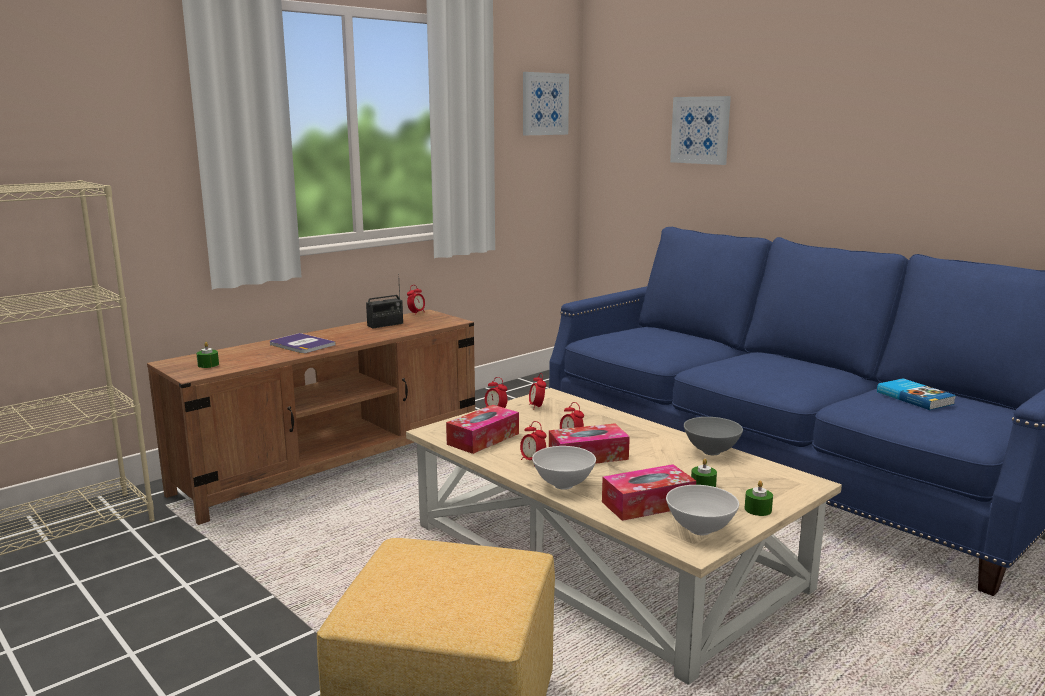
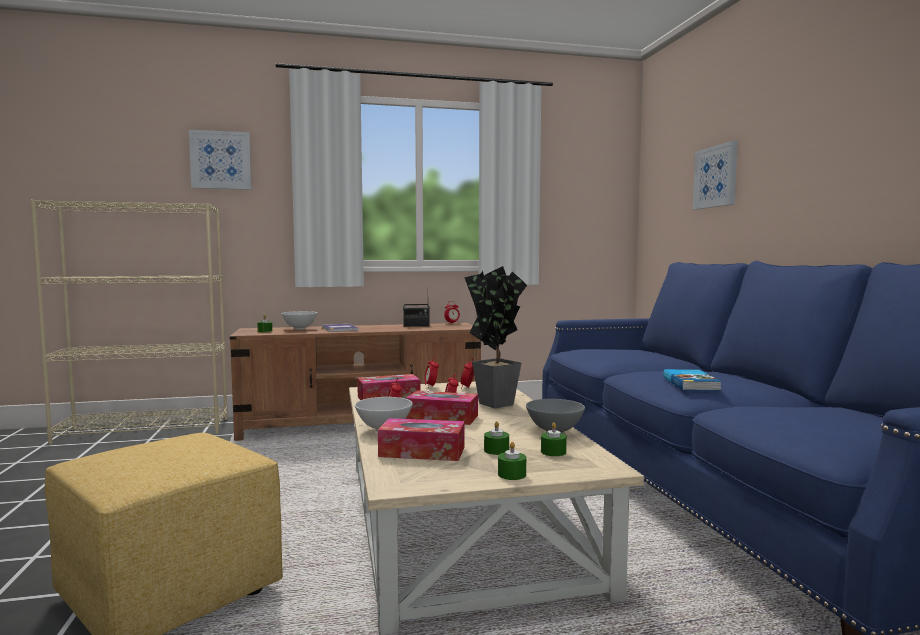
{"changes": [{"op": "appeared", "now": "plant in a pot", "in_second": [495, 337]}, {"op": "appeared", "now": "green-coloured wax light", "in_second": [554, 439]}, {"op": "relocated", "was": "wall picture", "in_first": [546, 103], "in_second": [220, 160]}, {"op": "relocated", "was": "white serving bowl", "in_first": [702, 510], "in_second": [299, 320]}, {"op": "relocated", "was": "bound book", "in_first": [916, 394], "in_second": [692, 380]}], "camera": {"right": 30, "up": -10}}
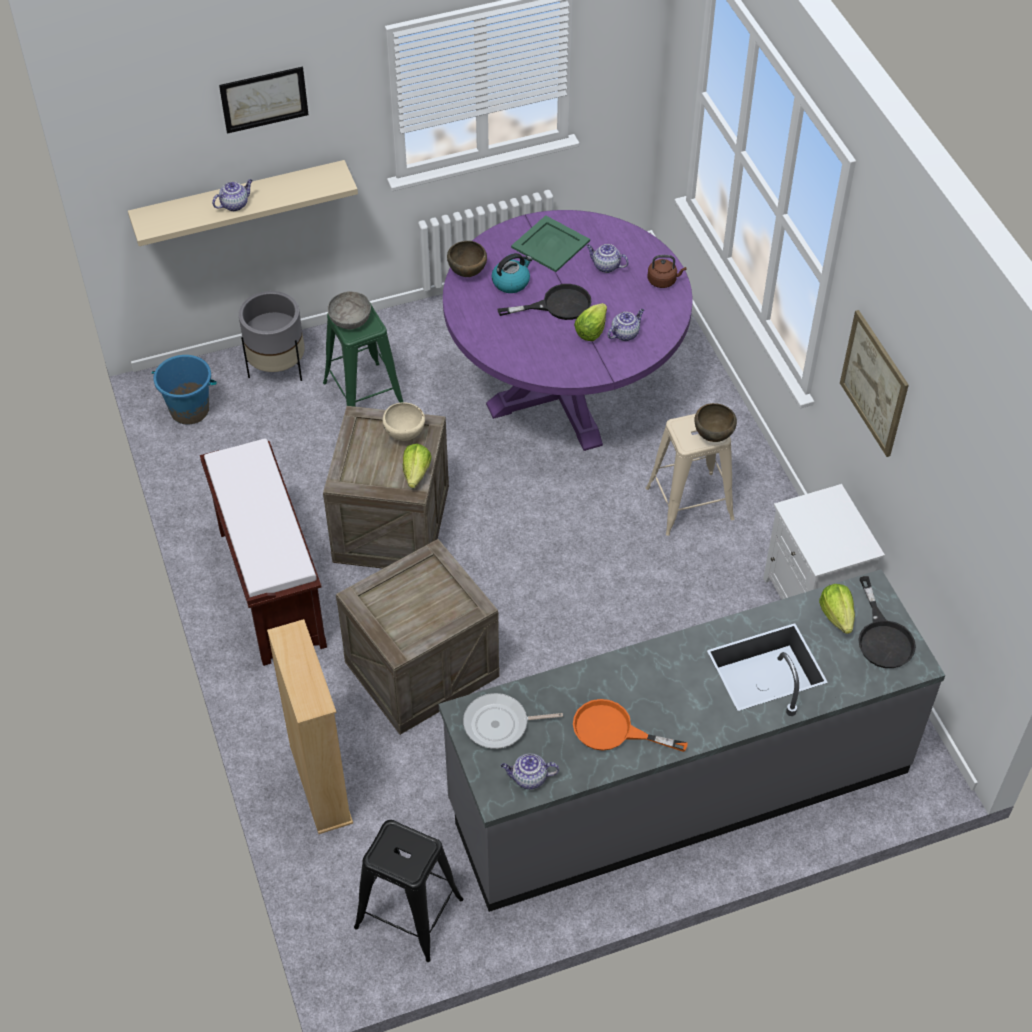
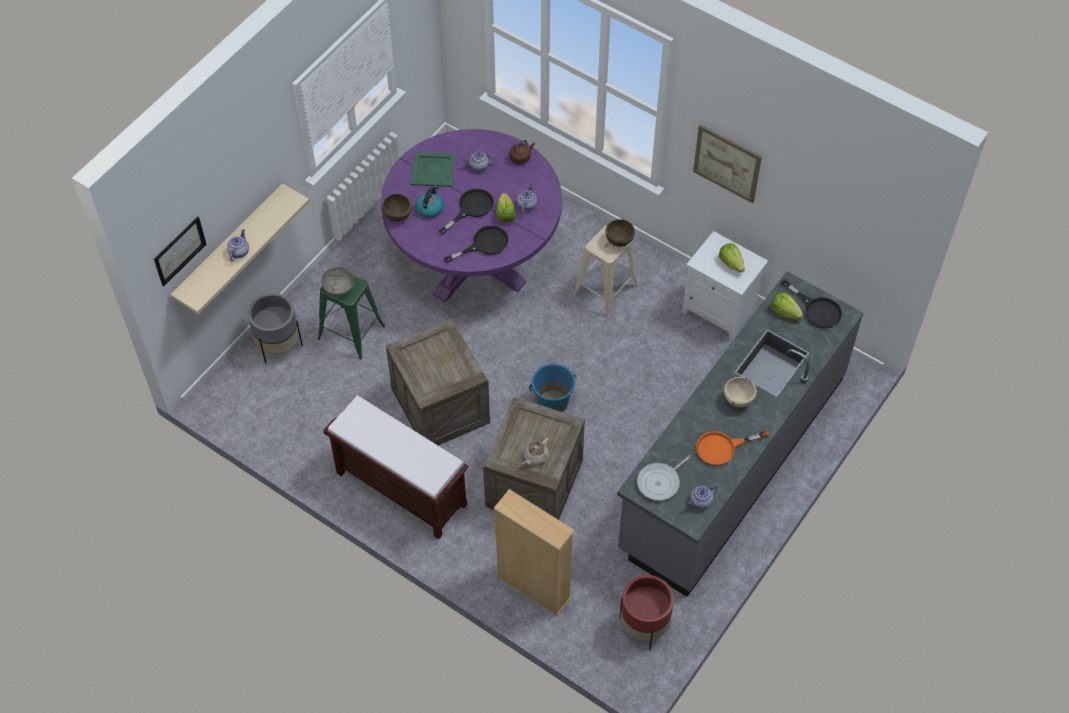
{"changes": [{"op": "appeared", "now": "black-coloured skillet", "in_second": [476, 244]}, {"op": "appeared", "now": "beige-coloured teapot", "in_second": [536, 452]}, {"op": "relocated", "was": "blue bucket", "in_first": [184, 390], "in_second": [553, 388]}, {"op": "relocated", "was": "wall picture", "in_first": [264, 100], "in_second": [180, 251]}, {"op": "relocated", "was": "beige-coloured serving bowl", "in_first": [404, 421], "in_second": [740, 392]}, {"op": "relocated", "was": "lettuce head", "in_first": [417, 466], "in_second": [732, 258]}, {"op": "exchanged", "was": "black-coloured sitting stool", "now": "reddish flower pot", "in_first": [408, 891], "in_second": [646, 613]}], "camera": {"right": -35, "up": 5}}
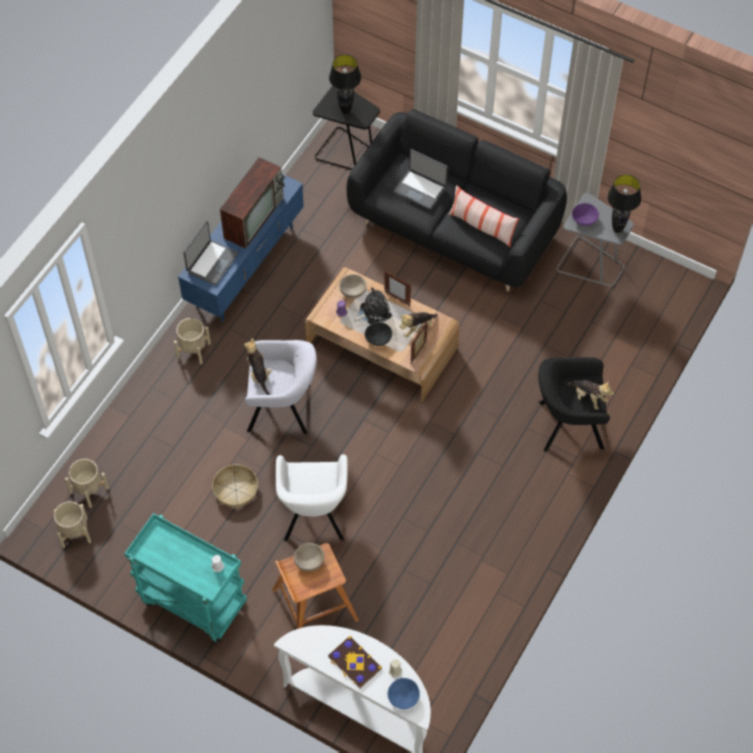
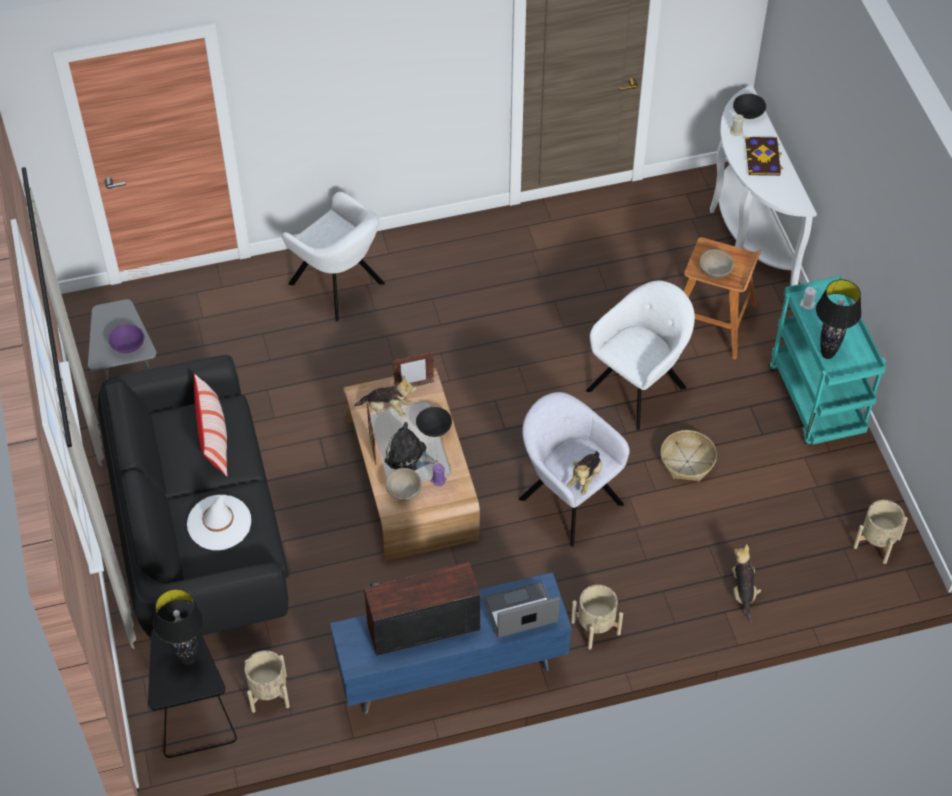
{"changes": [{"op": "relocated", "was": "beige-coloured flower pot", "in_first": [87, 483], "in_second": [267, 681]}, {"op": "relocated", "was": "plush toy", "in_first": [590, 395], "in_second": [746, 583]}, {"op": "relocated", "was": "black-coloured table lamp", "in_first": [624, 203], "in_second": [839, 319]}, {"op": "exchanged", "was": "laptop", "now": "white wearable hat", "in_first": [421, 179], "in_second": [219, 522]}, {"op": "colour", "was": "blue serving bowl", "now": "black-coloured serving bowl", "in_first": [404, 693], "in_second": [749, 106]}, {"op": "colour", "was": "black-coloured armchair", "now": "white armchair", "in_first": [574, 404], "in_second": [333, 256]}], "camera": {"right": -135, "up": -5}}
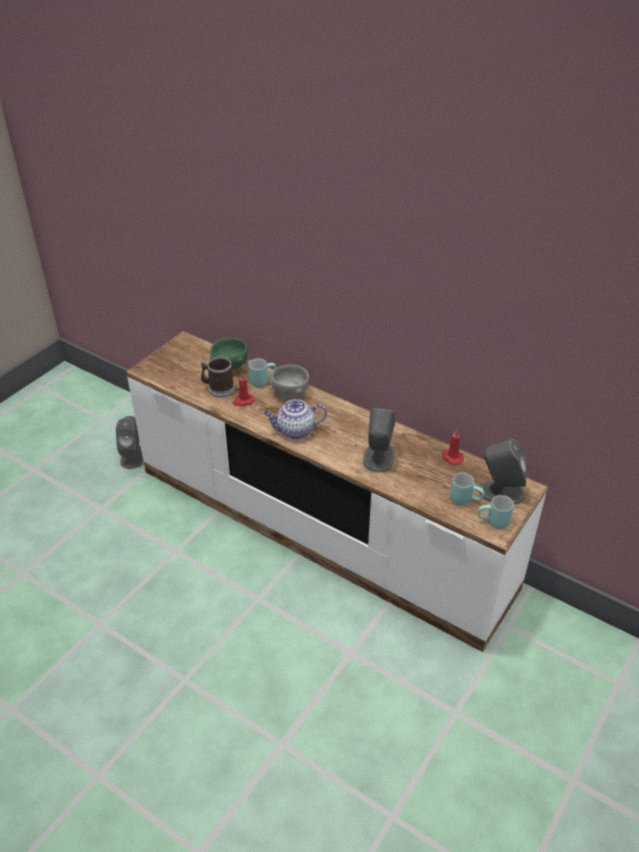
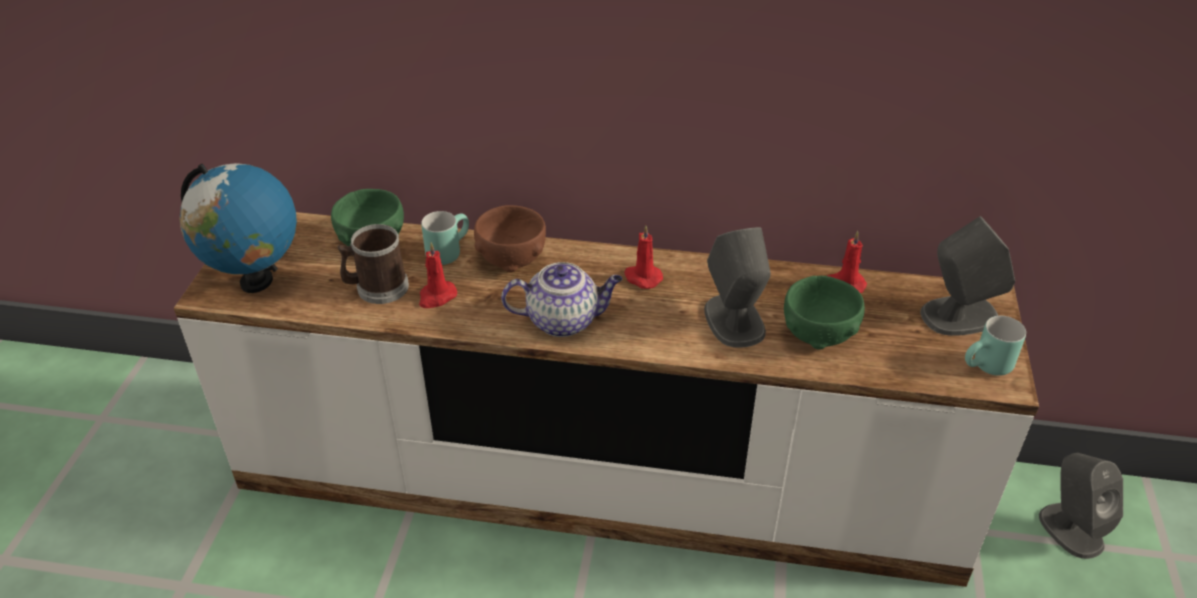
{"changes": [{"op": "missing", "was": "blue-green coffee mug", "in_first": [467, 488]}, {"op": "appeared", "now": "globe", "in_second": [238, 228]}, {"op": "appeared", "now": "reddish wax light", "in_second": [643, 257]}, {"op": "appeared", "now": "green-coloured serving bowl", "in_second": [824, 313]}, {"op": "relocated", "was": "grey speaker", "in_first": [129, 442], "in_second": [1081, 506]}, {"op": "colour", "was": "grey serving bowl", "now": "brown-coloured serving bowl", "in_first": [289, 382], "in_second": [510, 238]}, {"op": "spun", "was": "teapot", "in_first": [295, 419], "in_second": [561, 299], "clockwise": -150}], "camera": {"right": -25, "up": 0}}
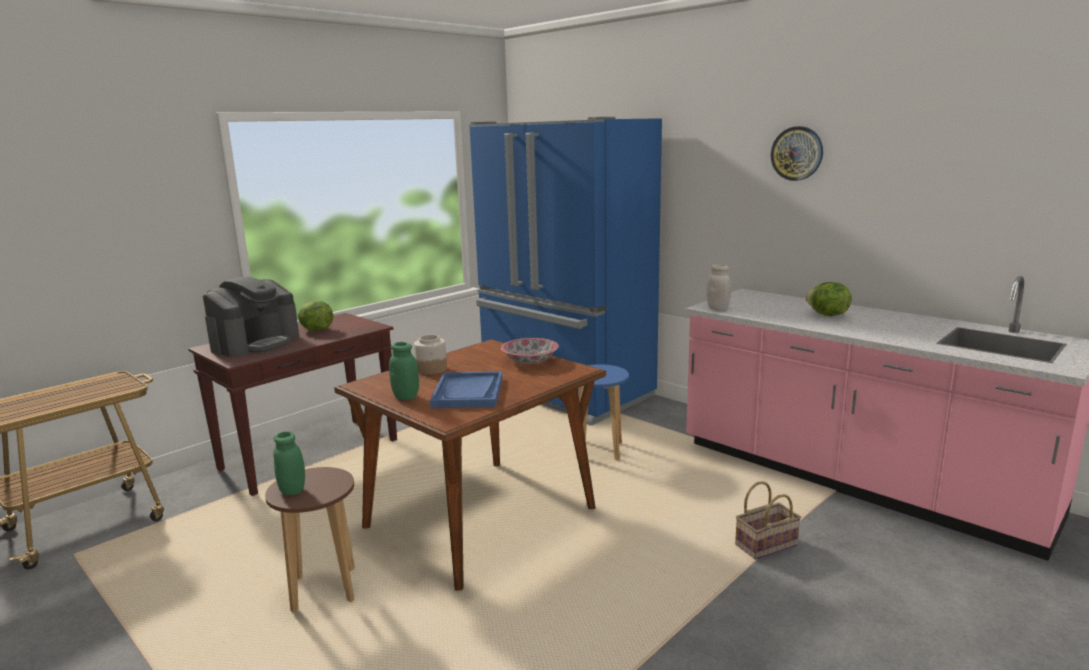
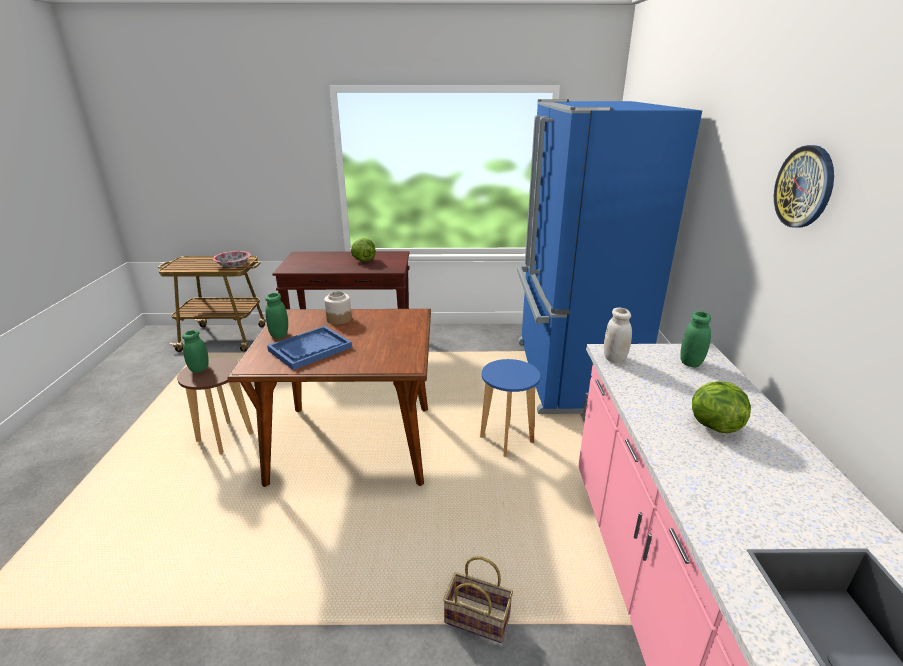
{"changes": [{"op": "missing", "was": "coffee machine", "in_first": [251, 317]}, {"op": "appeared", "now": "green-coloured storage jar", "in_second": [695, 339]}, {"op": "relocated", "was": "serving bowl", "in_first": [530, 351], "in_second": [232, 259]}], "camera": {"right": 45, "up": 10}}
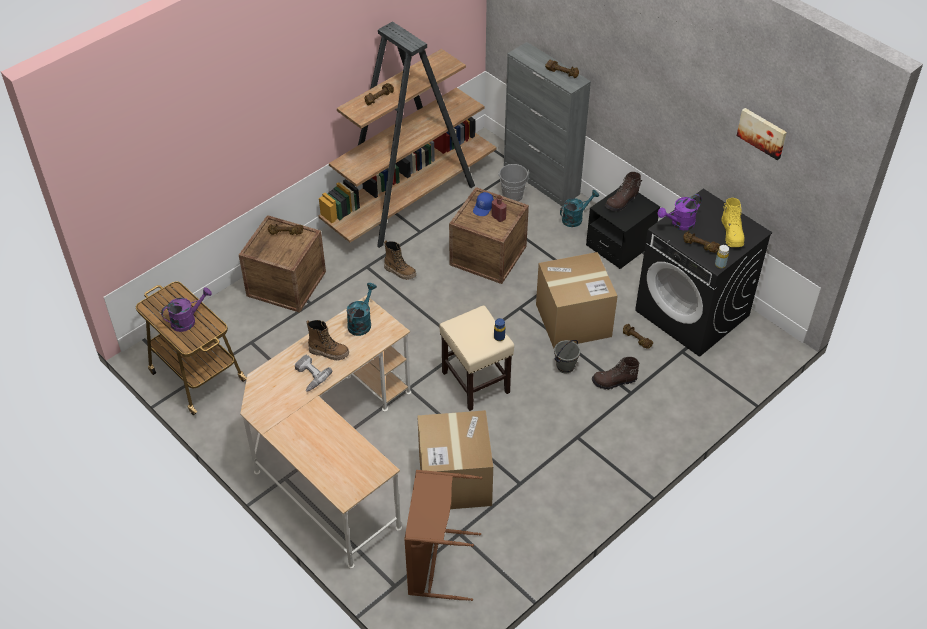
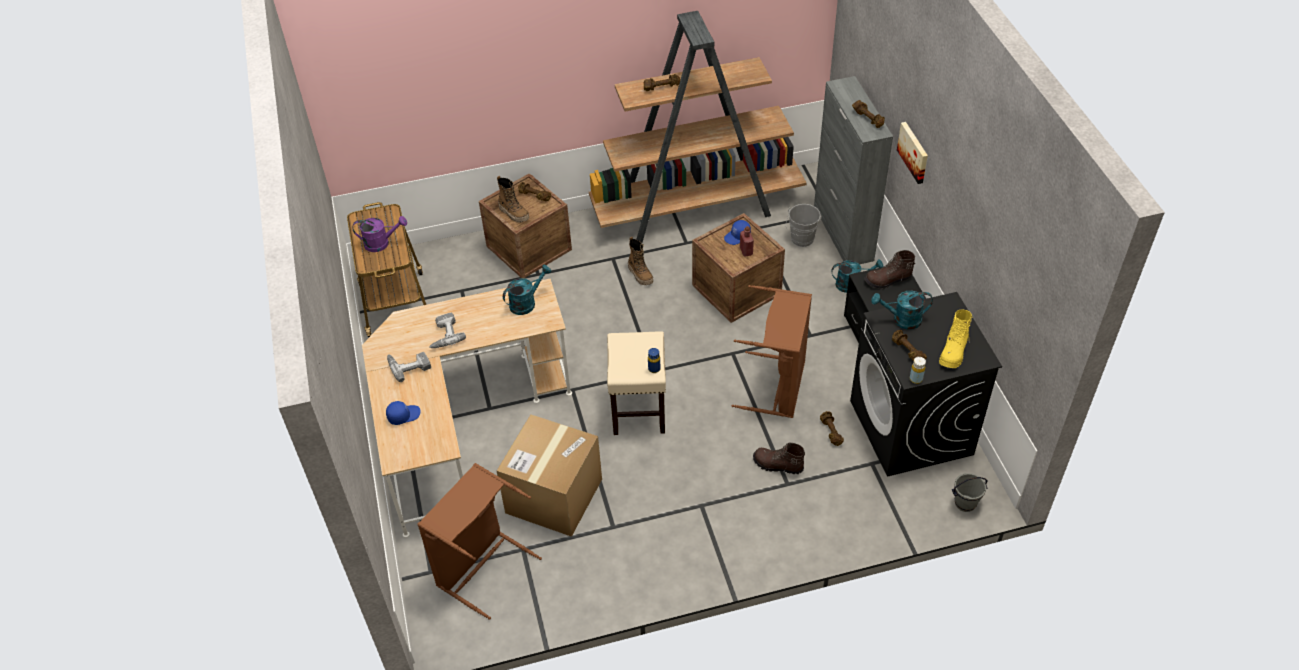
{"changes": [{"op": "appeared", "now": "blue cap", "in_second": [403, 413]}, {"op": "appeared", "now": "power drill", "in_second": [409, 367]}, {"op": "relocated", "was": "boot", "in_first": [327, 340], "in_second": [513, 199]}, {"op": "relocated", "was": "grey bucket", "in_first": [567, 356], "in_second": [970, 492]}, {"op": "relocated", "was": "wall picture", "in_first": [762, 134], "in_second": [912, 153]}, {"op": "exchanged", "was": "cardboard box", "now": "brown-coloured hamper", "in_first": [577, 300], "in_second": [771, 351]}, {"op": "colour", "was": "purple watering pot", "now": "blue-green watering pot", "in_first": [679, 212], "in_second": [902, 310]}], "camera": {"right": 30, "up": 0}}
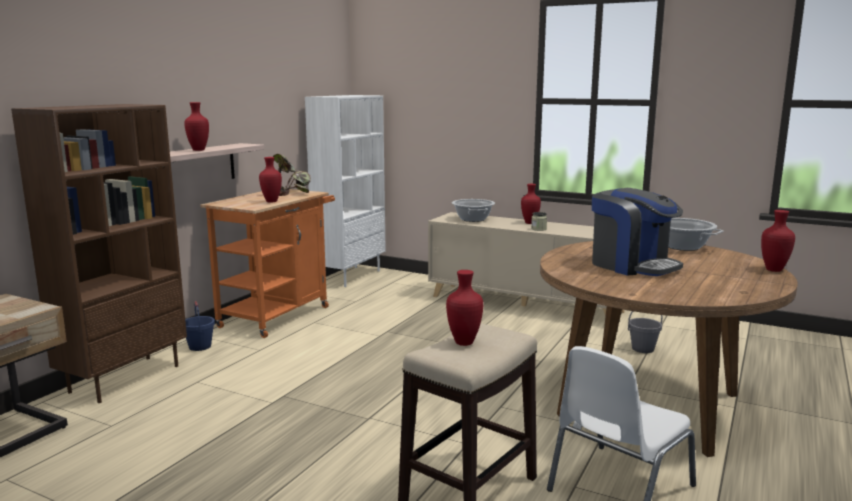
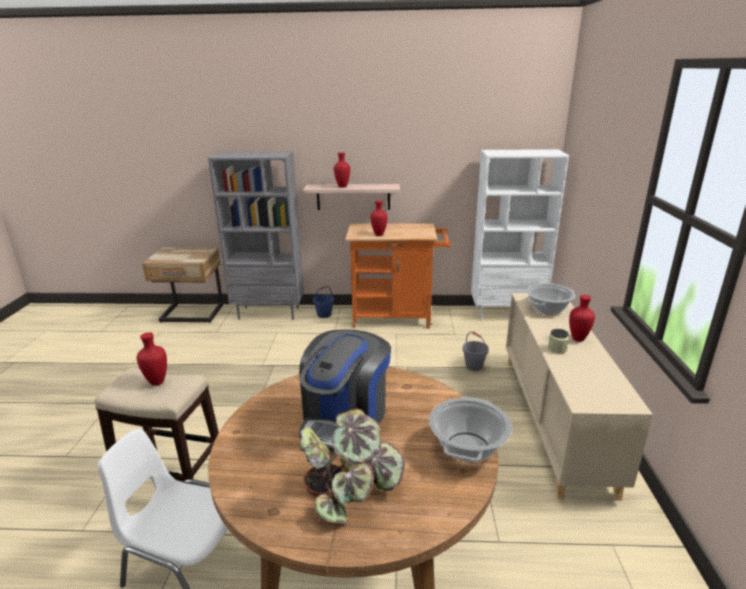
{"changes": [{"op": "missing", "was": "reddish flower vase", "in_first": [778, 241]}, {"op": "relocated", "was": "plant in a pot", "in_first": [292, 175], "in_second": [352, 465]}, {"op": "relocated", "was": "grey bucket", "in_first": [645, 332], "in_second": [475, 351]}, {"op": "colour", "was": "brown-coloured bookshelf", "now": "grey bookshelf", "in_first": [99, 253], "in_second": [256, 236]}], "camera": {"right": 65, "up": 10}}
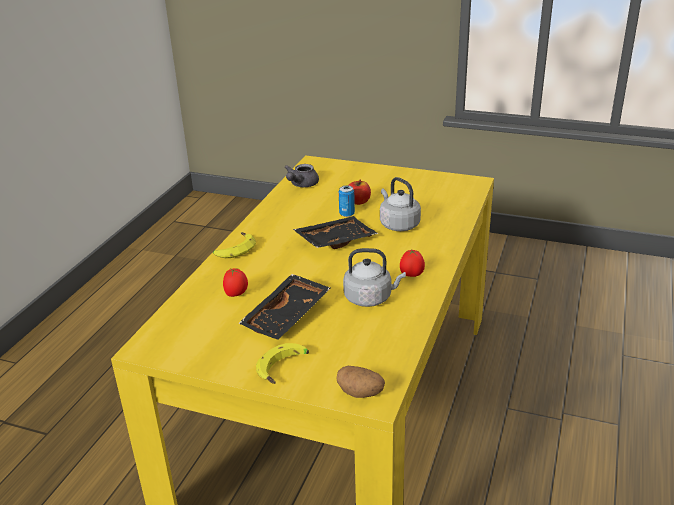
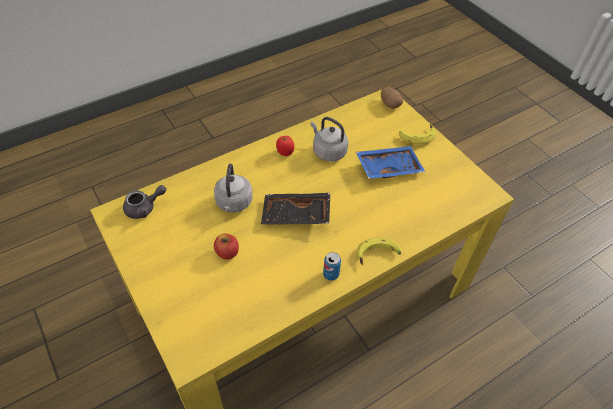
{"changes": [{"op": "missing", "was": "tomato", "in_first": [235, 282]}, {"op": "relocated", "was": "grey teapot", "in_first": [302, 175], "in_second": [144, 202]}, {"op": "relocated", "was": "sealed can", "in_first": [347, 201], "in_second": [332, 266]}, {"op": "colour", "was": "black-coloured carrying tray", "now": "blue carrying tray", "in_first": [284, 307], "in_second": [390, 162]}], "camera": {"right": -145, "up": 20}}
